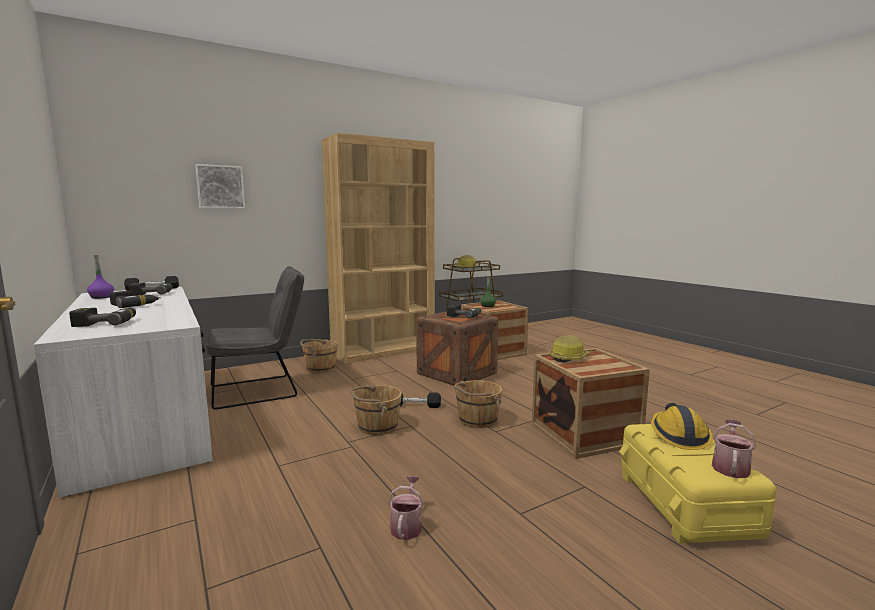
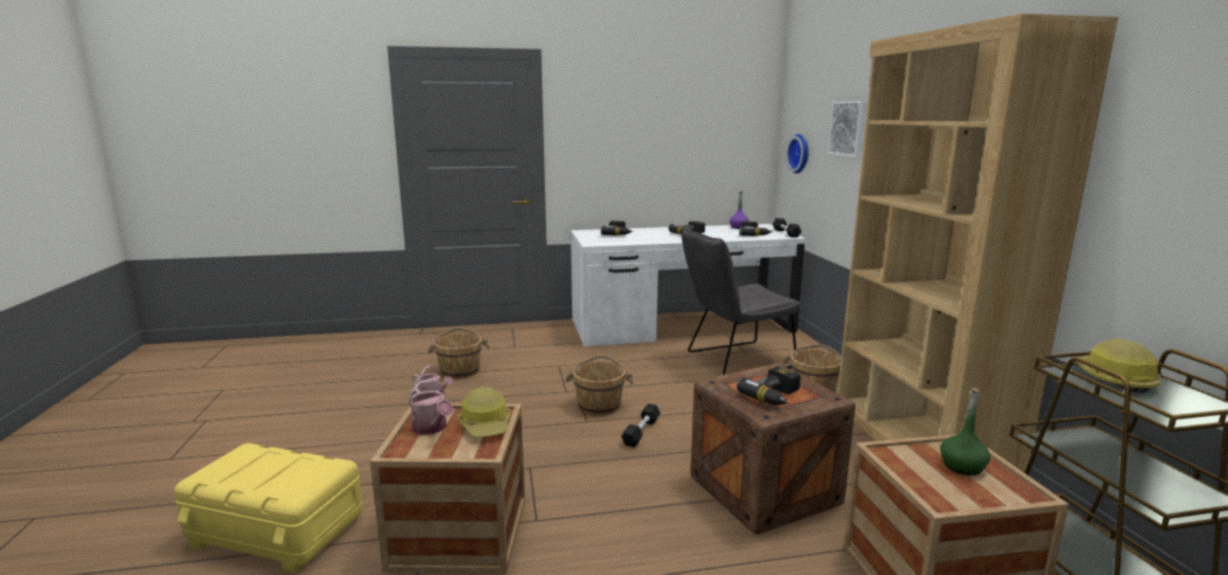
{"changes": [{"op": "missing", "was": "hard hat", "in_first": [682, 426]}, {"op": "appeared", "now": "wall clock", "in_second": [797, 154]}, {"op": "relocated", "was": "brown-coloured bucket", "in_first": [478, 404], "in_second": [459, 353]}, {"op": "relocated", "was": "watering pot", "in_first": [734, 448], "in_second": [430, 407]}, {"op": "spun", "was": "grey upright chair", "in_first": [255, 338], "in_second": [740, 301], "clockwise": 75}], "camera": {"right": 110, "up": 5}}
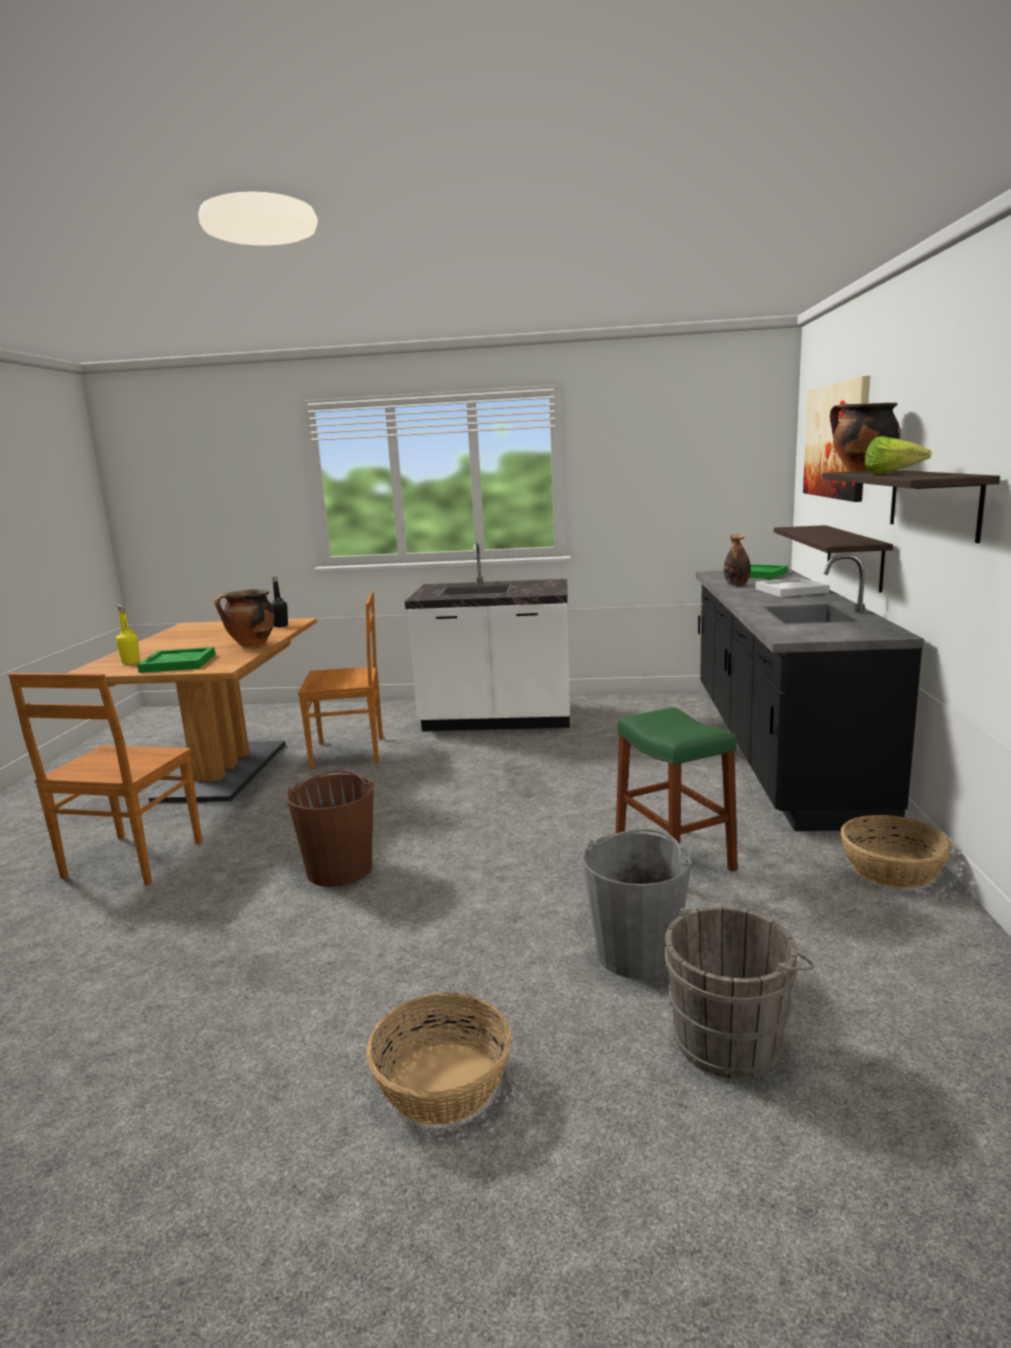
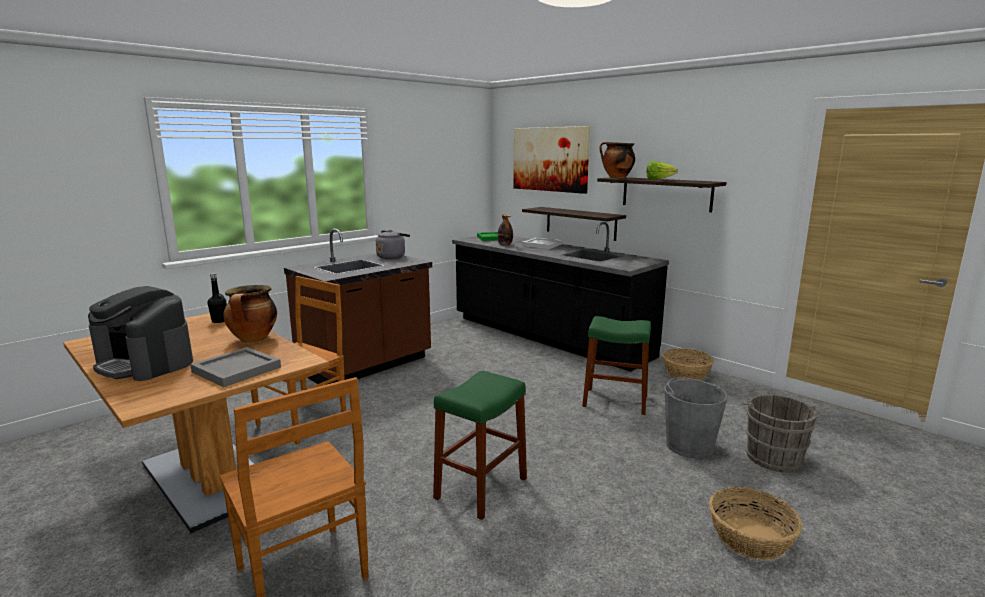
{"changes": [{"op": "missing", "was": "yellowish bottle", "in_first": [128, 634]}, {"op": "appeared", "now": "coffee machine", "in_second": [140, 333]}, {"op": "appeared", "now": "grey water kettle", "in_second": [393, 244]}, {"op": "exchanged", "was": "brown-coloured bucket", "now": "green-coloured sitting stool", "in_first": [330, 829], "in_second": [480, 445]}, {"op": "colour", "was": "green-coloured carrying tray", "now": "grey carrying tray", "in_first": [176, 660], "in_second": [235, 367]}, {"op": "colour", "was": "white kitchen base unit", "now": "brown-coloured kitchen base unit", "in_first": [487, 636], "in_second": [358, 307]}], "camera": {"right": -50, "up": 0}}
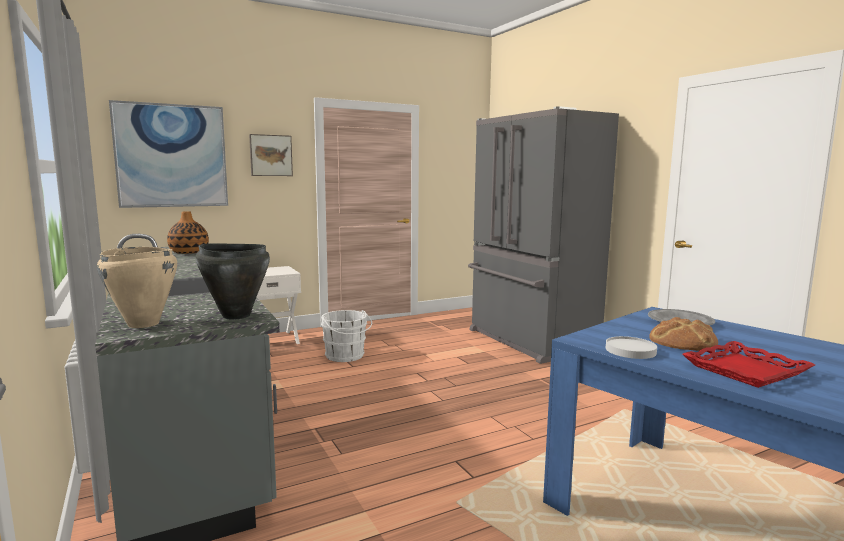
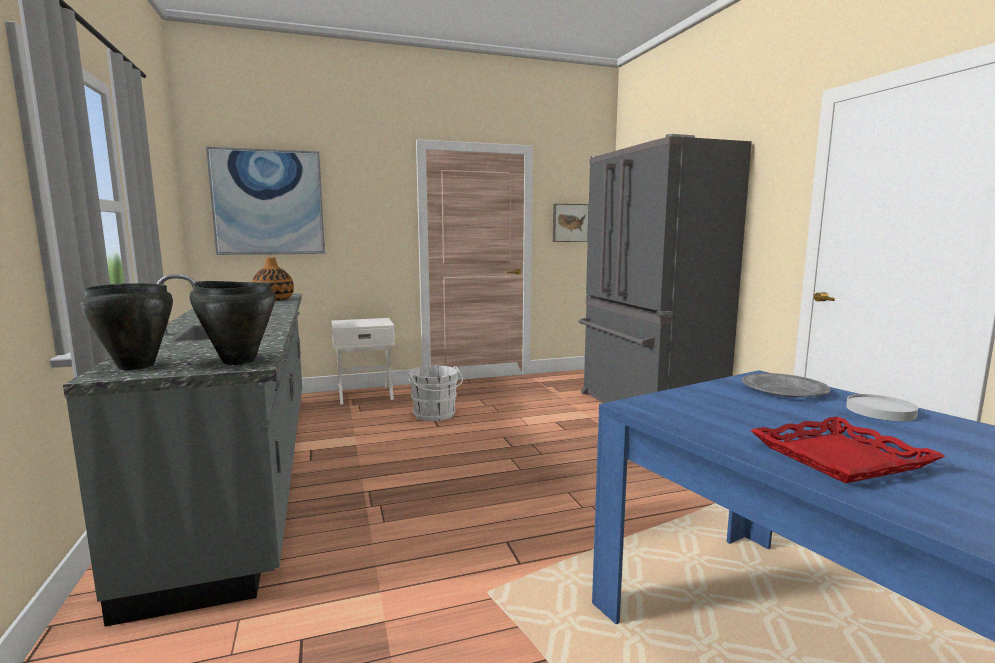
{"changes": [{"op": "missing", "was": "bread", "in_first": [683, 334]}, {"op": "relocated", "was": "wall picture", "in_first": [271, 155], "in_second": [571, 223]}, {"op": "relocated", "was": "white plate", "in_first": [631, 347], "in_second": [882, 407]}, {"op": "colour", "was": "beige-coloured cooking pot", "now": "black-coloured cooking pot", "in_first": [137, 287], "in_second": [126, 326]}], "camera": {"right": 10, "up": 0}}
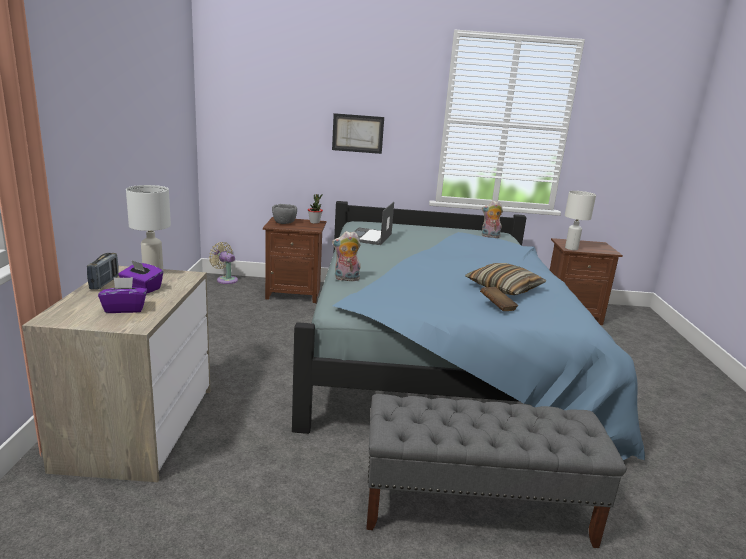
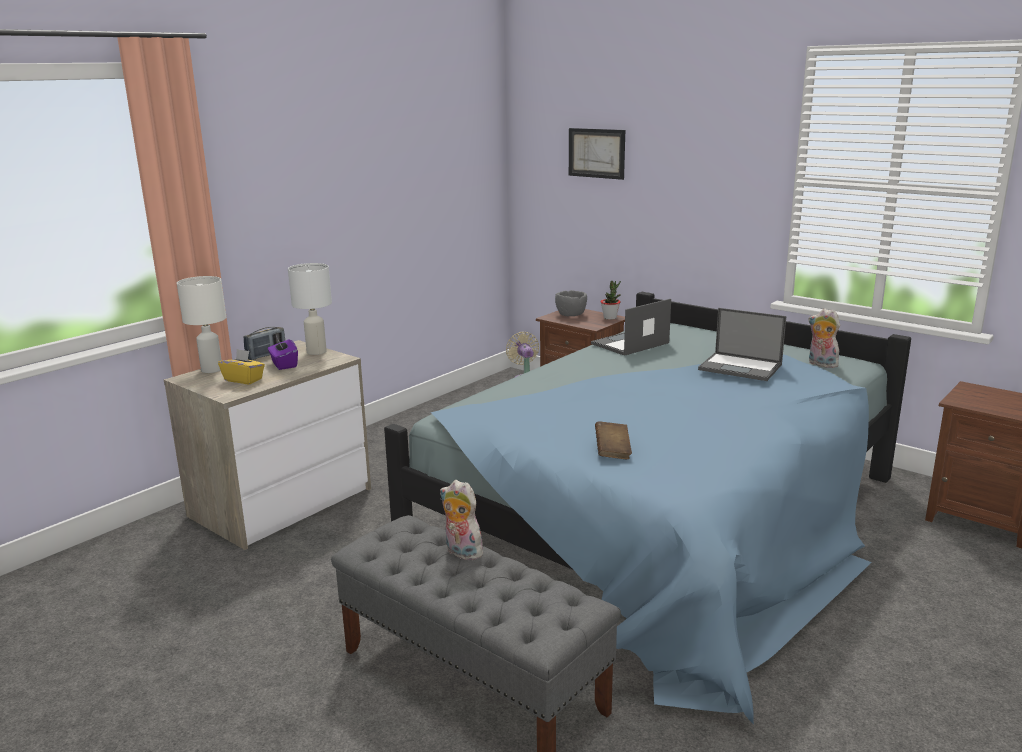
{"changes": [{"op": "missing", "was": "cushion", "in_first": [505, 279]}, {"op": "appeared", "now": "laptop", "in_second": [742, 344]}, {"op": "relocated", "was": "wall picture", "in_first": [358, 133], "in_second": [597, 154]}, {"op": "relocated", "was": "plush toy", "in_first": [346, 256], "in_second": [462, 520]}, {"op": "relocated", "was": "white table lamp", "in_first": [580, 220], "in_second": [201, 324]}, {"op": "colour", "was": "purple tissue holder", "now": "yellowish tissue holder", "in_first": [122, 295], "in_second": [241, 366]}], "camera": {"right": 40, "up": 0}}
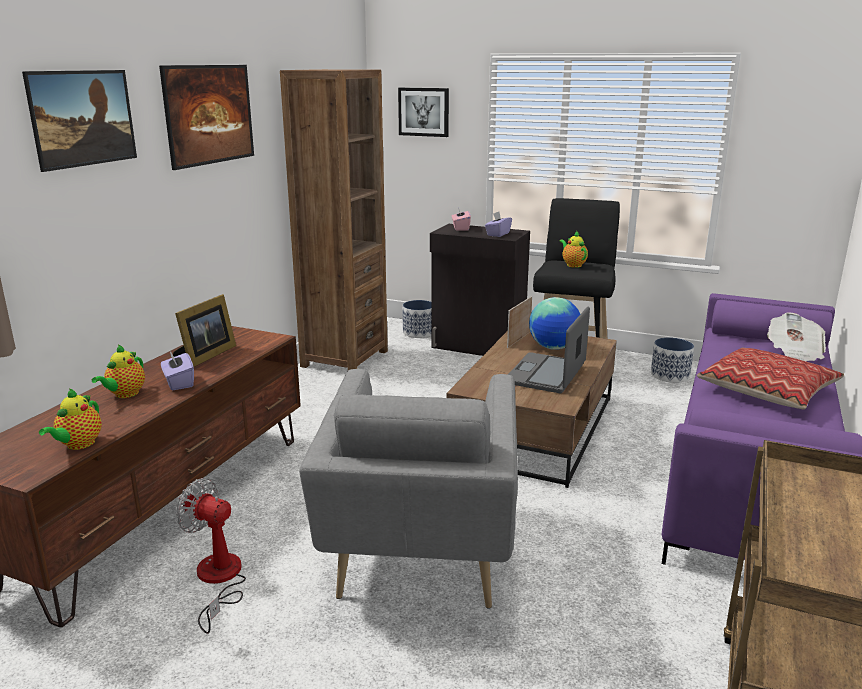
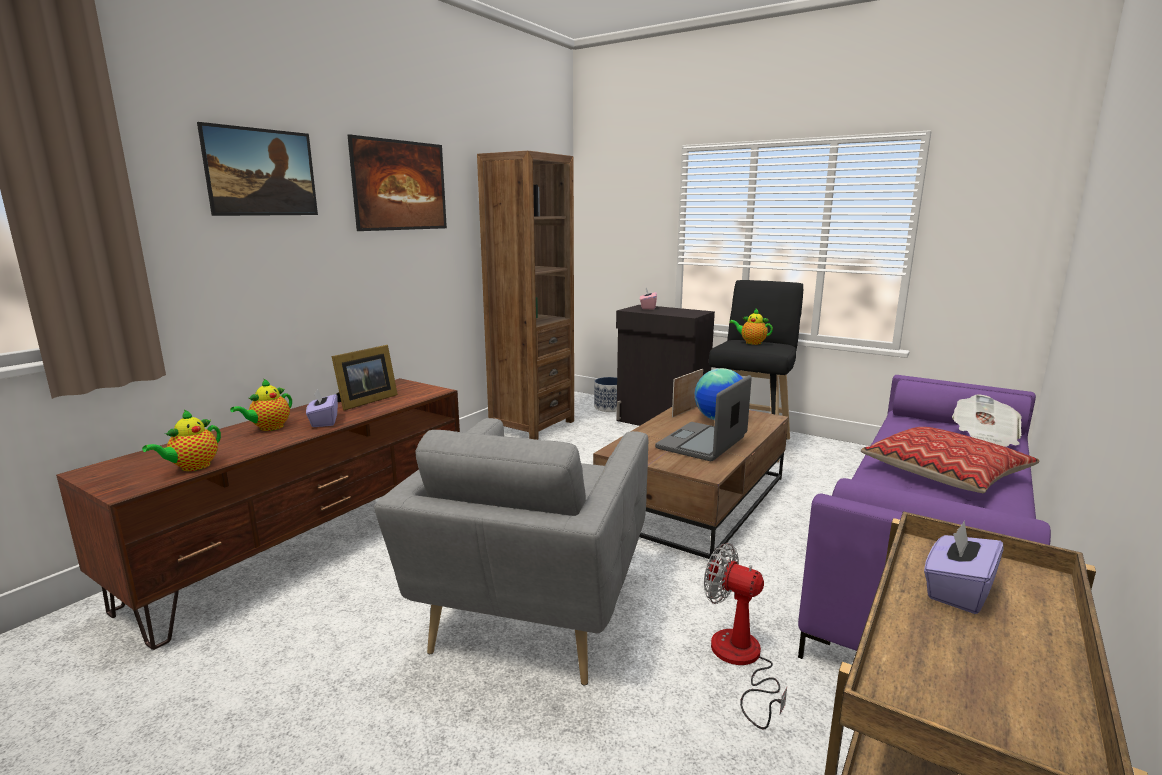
{"changes": [{"op": "missing", "was": "wall picture", "in_first": [423, 112]}, {"op": "missing", "was": "flower pot", "in_first": [672, 360]}, {"op": "relocated", "was": "cooling fan", "in_first": [211, 556], "in_second": [745, 636]}, {"op": "relocated", "was": "purple tissue holder", "in_first": [498, 224], "in_second": [963, 567]}, {"op": "spun", "was": "teapot", "in_first": [574, 249], "in_second": [751, 327], "clockwise": -45}], "camera": {"right": 10, "up": -5}}
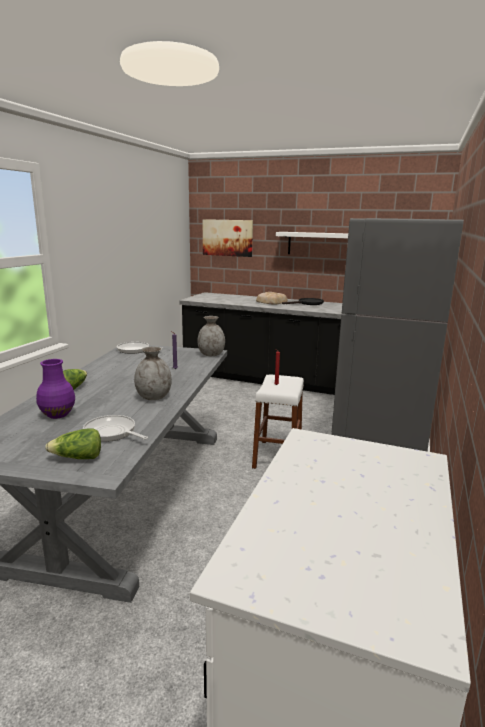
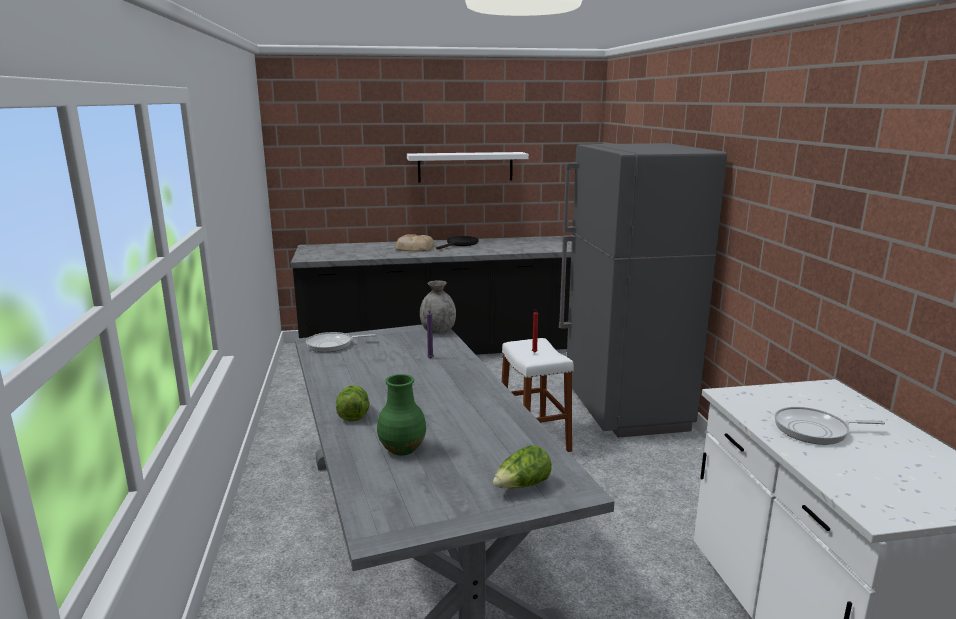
{"changes": [{"op": "missing", "was": "grey flower vase", "in_first": [153, 373]}, {"op": "missing", "was": "wall picture", "in_first": [228, 238]}, {"op": "relocated", "was": "skillet", "in_first": [115, 428], "in_second": [829, 426]}, {"op": "colour", "was": "purple flower vase", "now": "green-coloured flower vase", "in_first": [55, 389], "in_second": [401, 415]}], "camera": {"right": -30, "up": 0}}
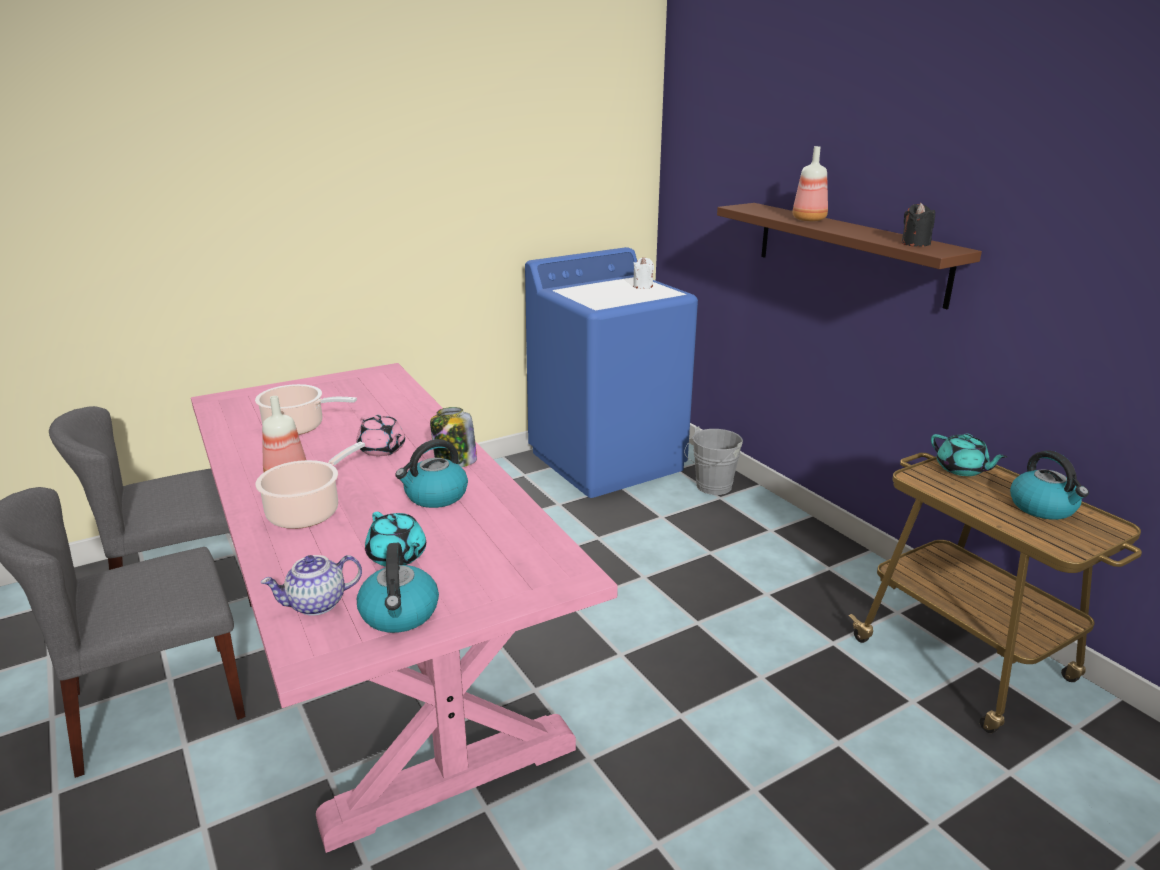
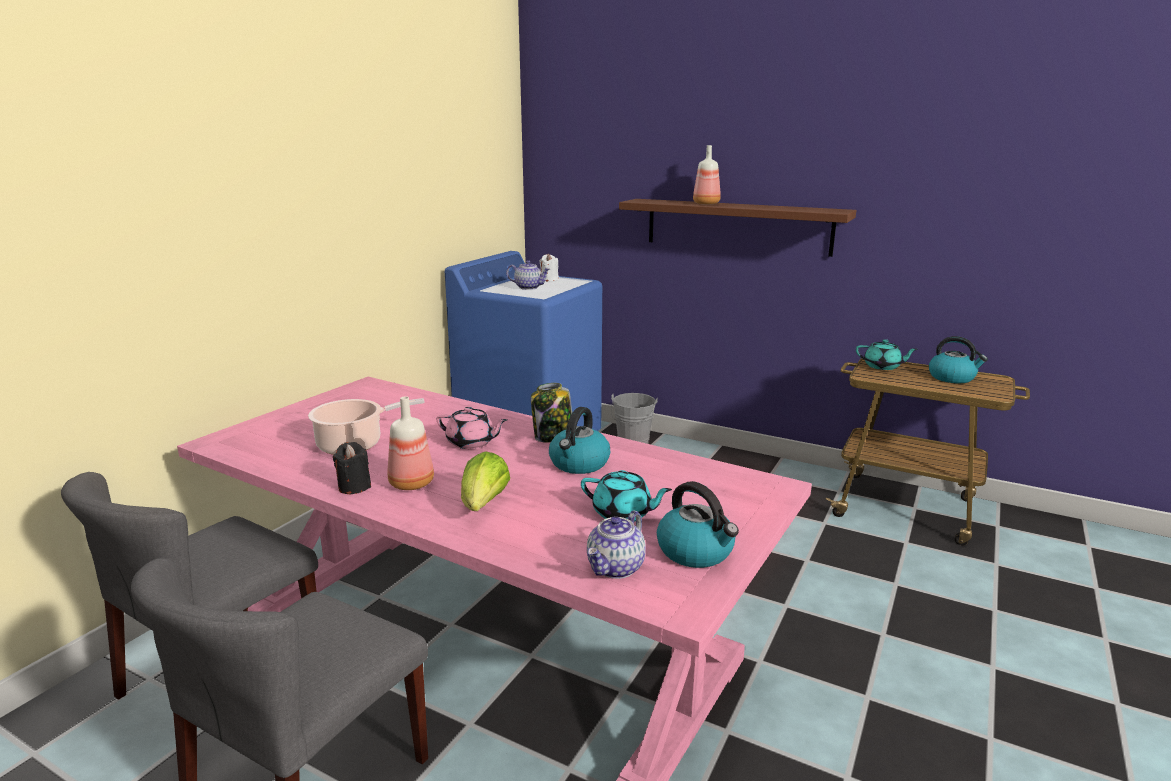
{"changes": [{"op": "appeared", "now": "teapot", "in_second": [528, 275]}, {"op": "relocated", "was": "black-coloured wax light", "in_first": [918, 225], "in_second": [352, 468]}, {"op": "exchanged", "was": "cooking pot", "now": "lettuce head", "in_first": [310, 485], "in_second": [485, 481]}], "camera": {"right": -30, "up": -5}}
